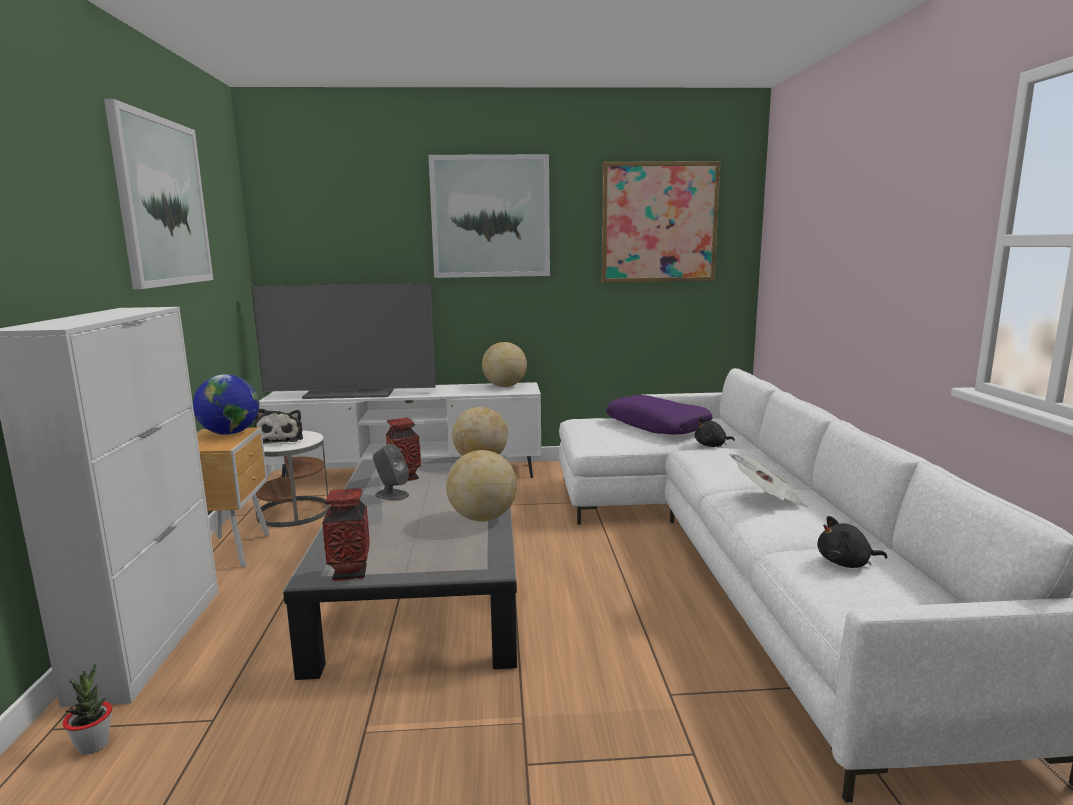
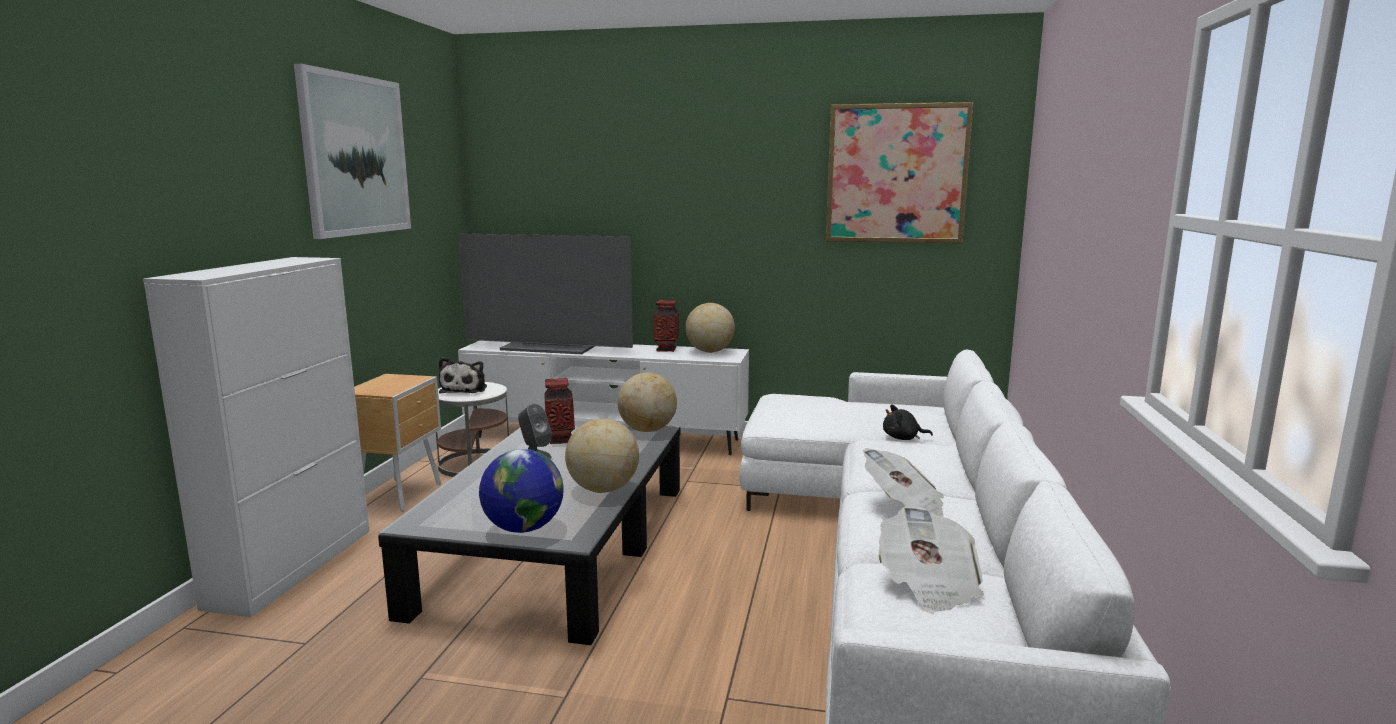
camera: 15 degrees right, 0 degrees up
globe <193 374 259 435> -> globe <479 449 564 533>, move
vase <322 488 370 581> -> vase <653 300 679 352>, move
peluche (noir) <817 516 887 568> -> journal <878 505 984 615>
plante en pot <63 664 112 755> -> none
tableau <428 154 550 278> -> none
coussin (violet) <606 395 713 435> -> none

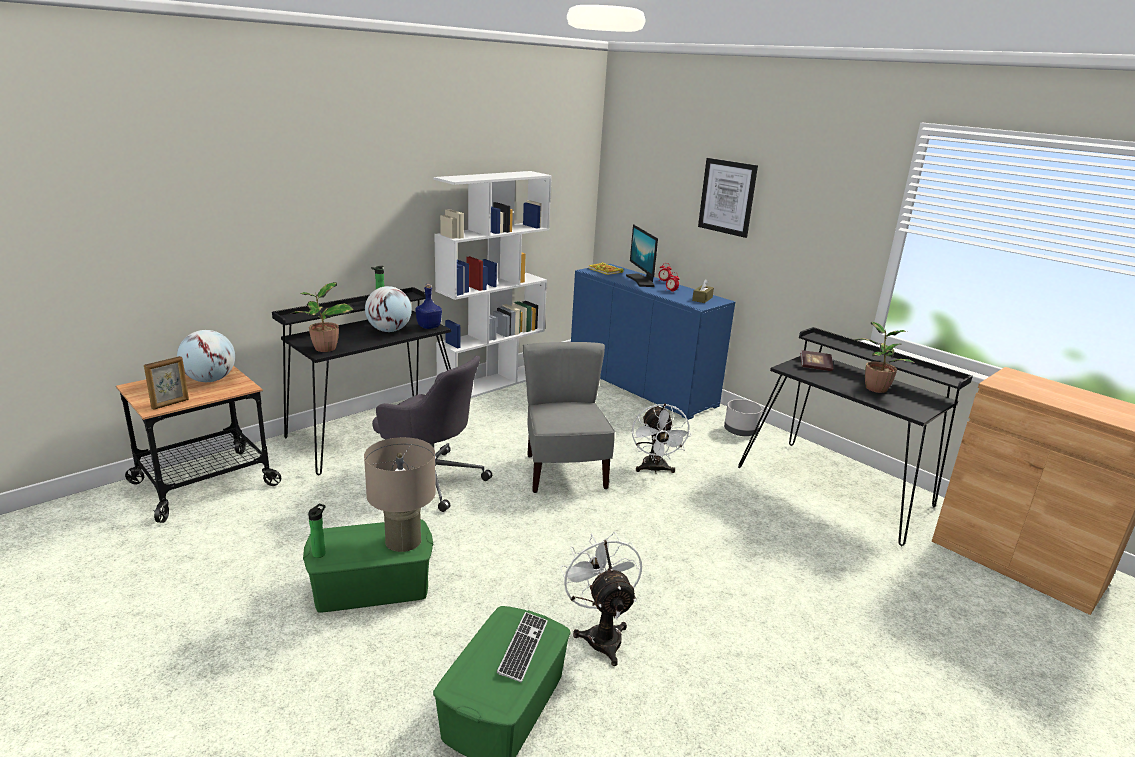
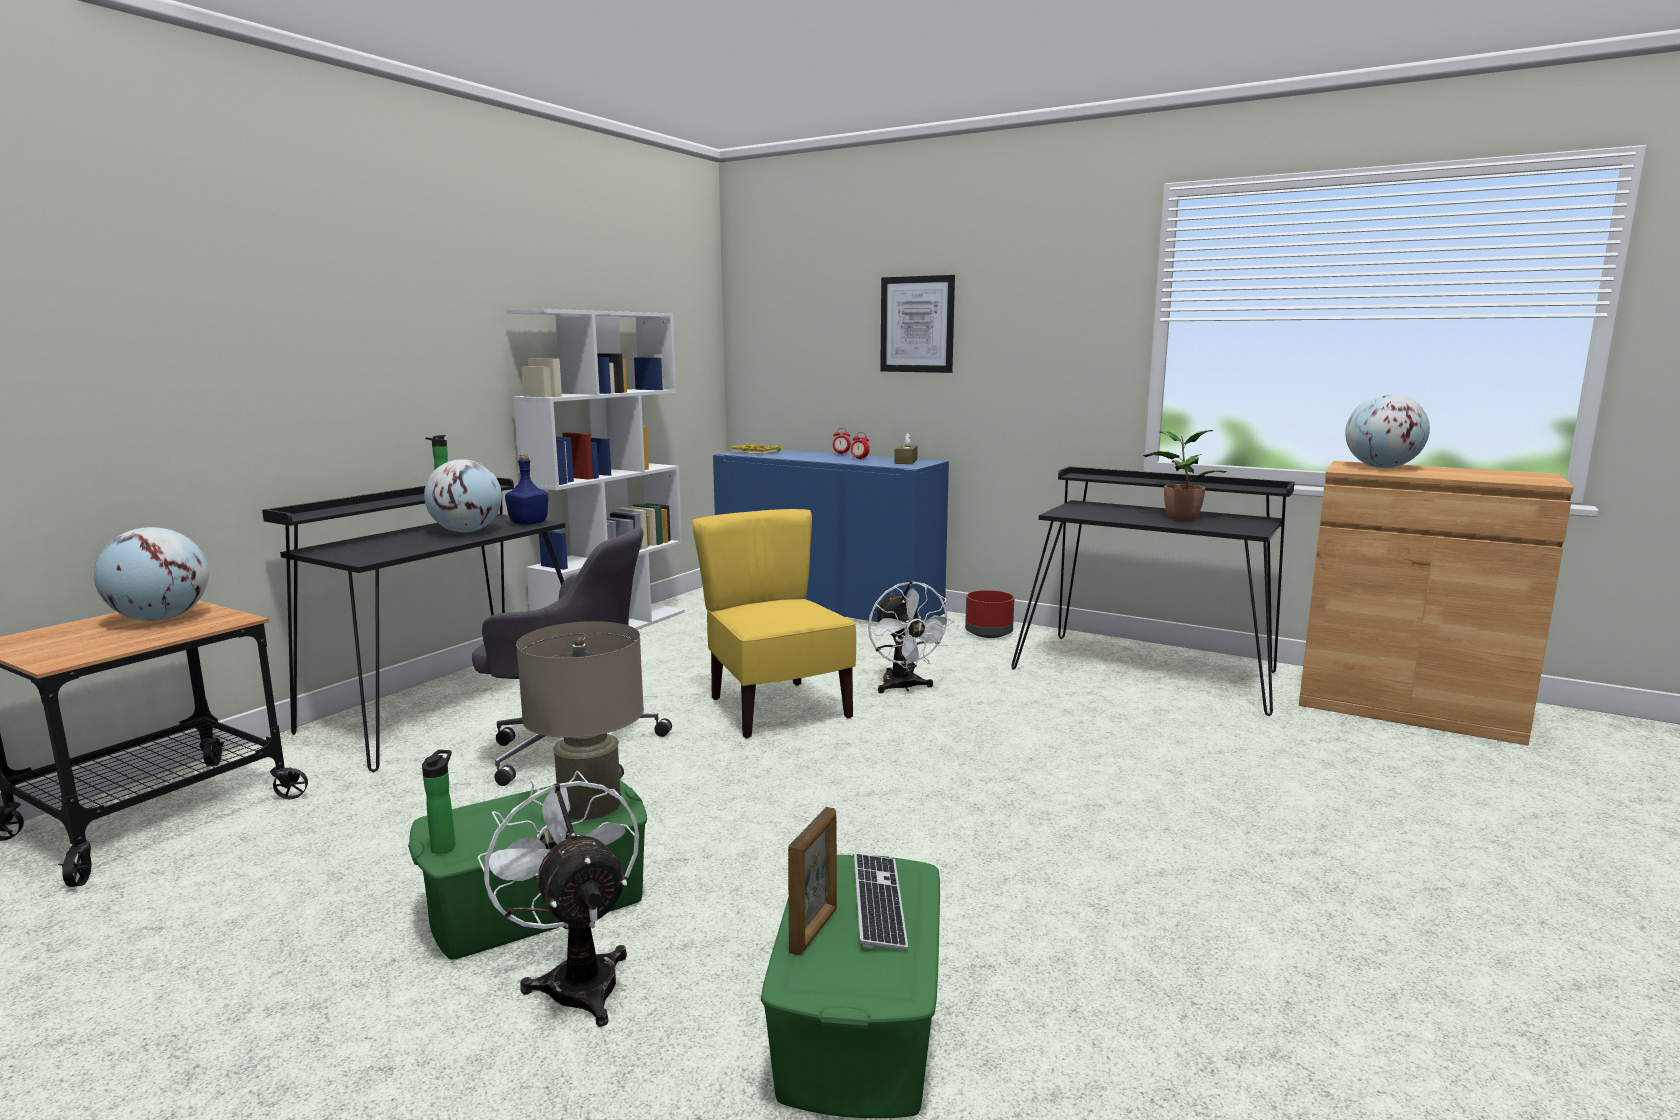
camera: 15 degrees left, 10 degrees down
ventilateur (blanc) <560 532 642 666> -> ventilateur (blanc) <477 771 639 1027>, move
chaise (gris) <523 342 615 493> -> chaise (jaune) <692 509 856 739>
cadre photo <144 356 189 410> -> cadre photo <788 807 837 956>, move
cache-pot (gris) <724 399 762 436> -> cache-pot (rouge) <965 590 1014 638>
none -> globe <1345 394 1430 468>
plante en pot <289 282 354 352> -> none
écran d'ordinateur <626 224 658 287> -> none
livre <800 350 833 371> -> none

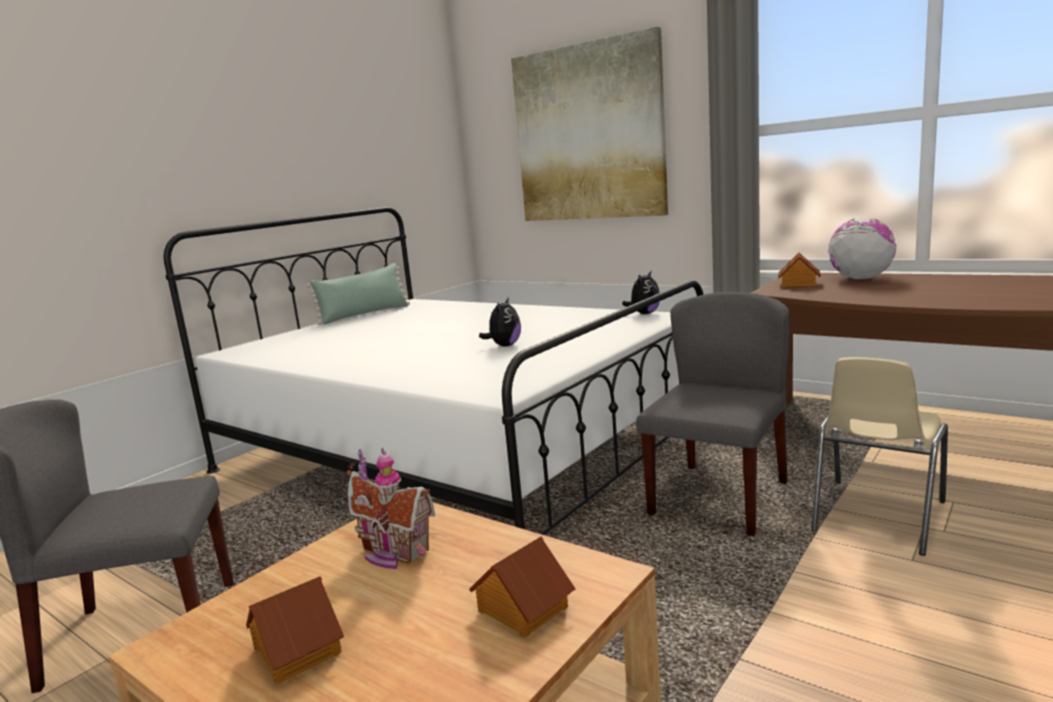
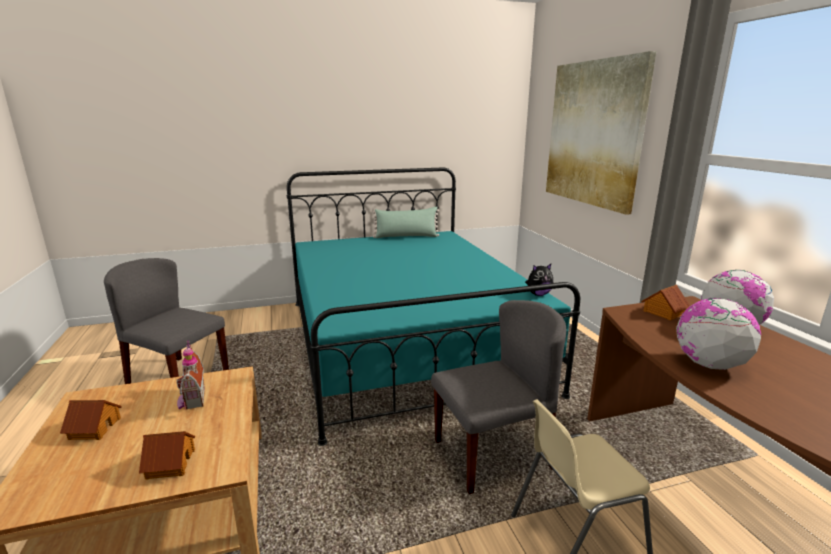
camera: 35 degrees right, 5 degrees up
lit (blanc) <163 207 704 535> -> lit (turquoise) <287 167 580 446>
none -> globe <676 298 761 370>
peluche <479 297 521 347> -> none

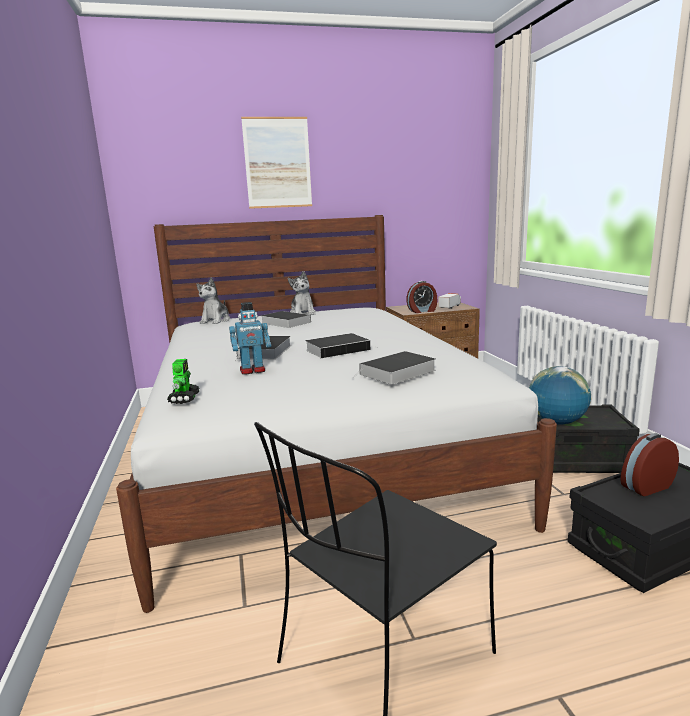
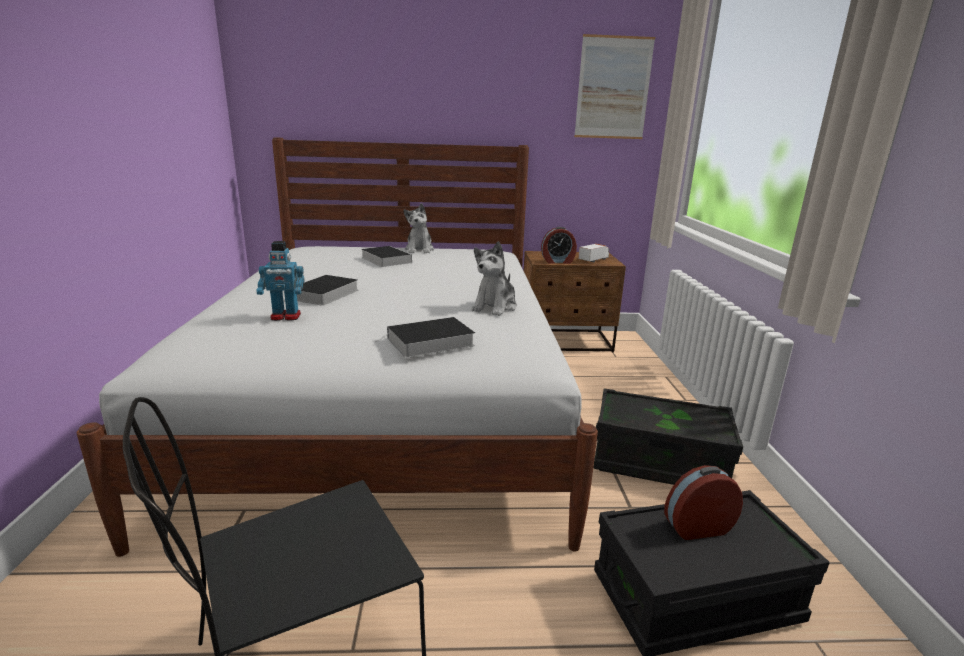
camera: 10 degrees right, 5 degrees up
peluche <196 278 230 324> -> peluche <471 241 517 316>, move
tableau <241 117 312 209> -> tableau <574 34 655 139>, move
robot jouet <167 359 200 404> -> none
livre <305 333 378 358> -> none
globe <529 366 592 425> -> none

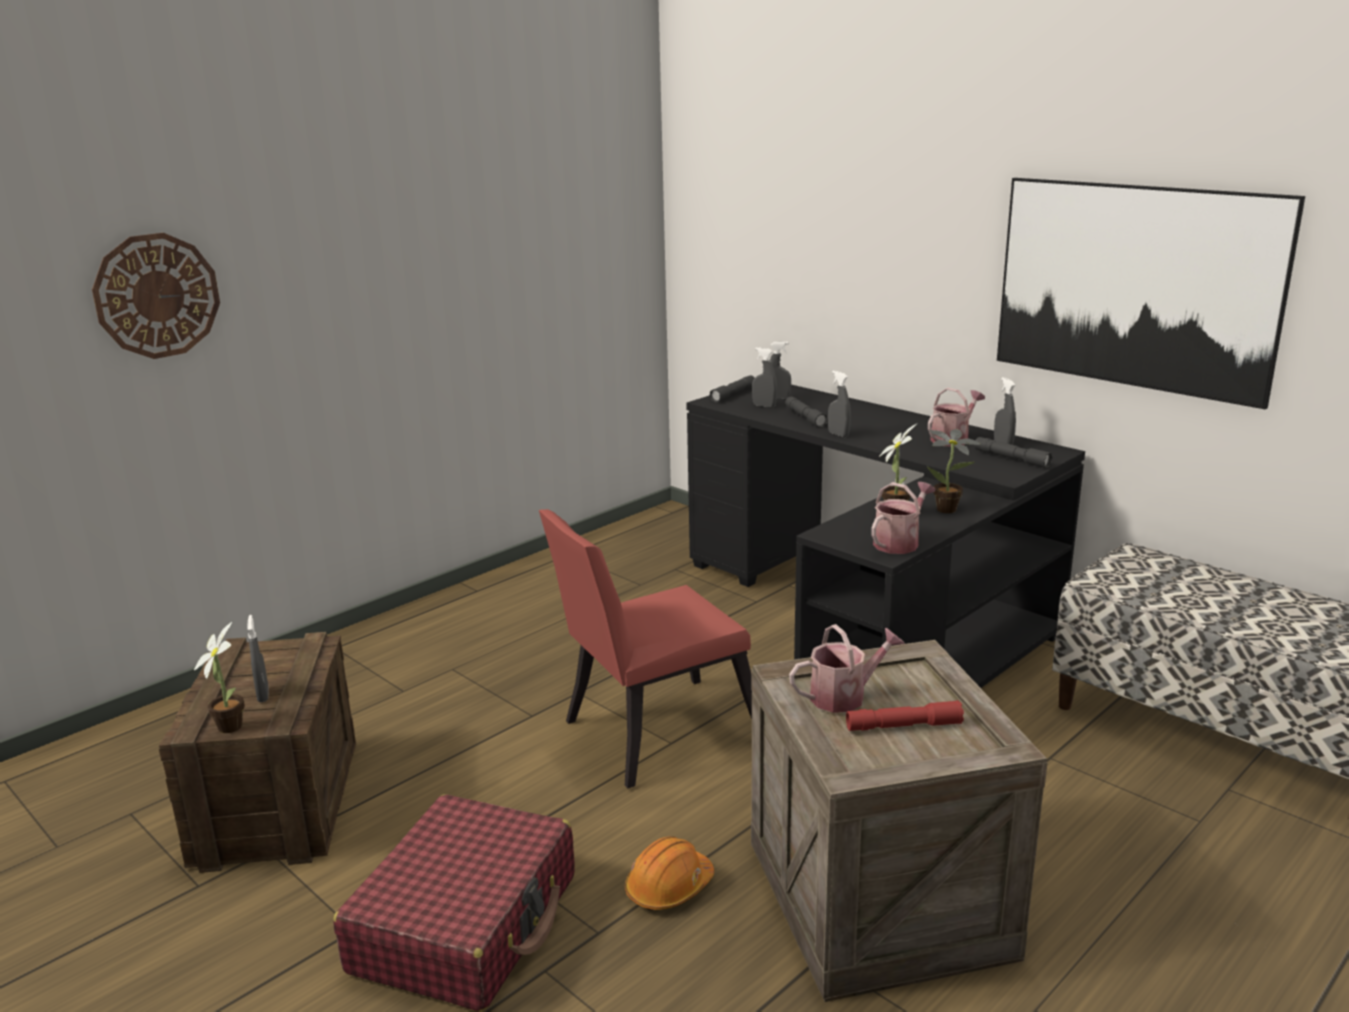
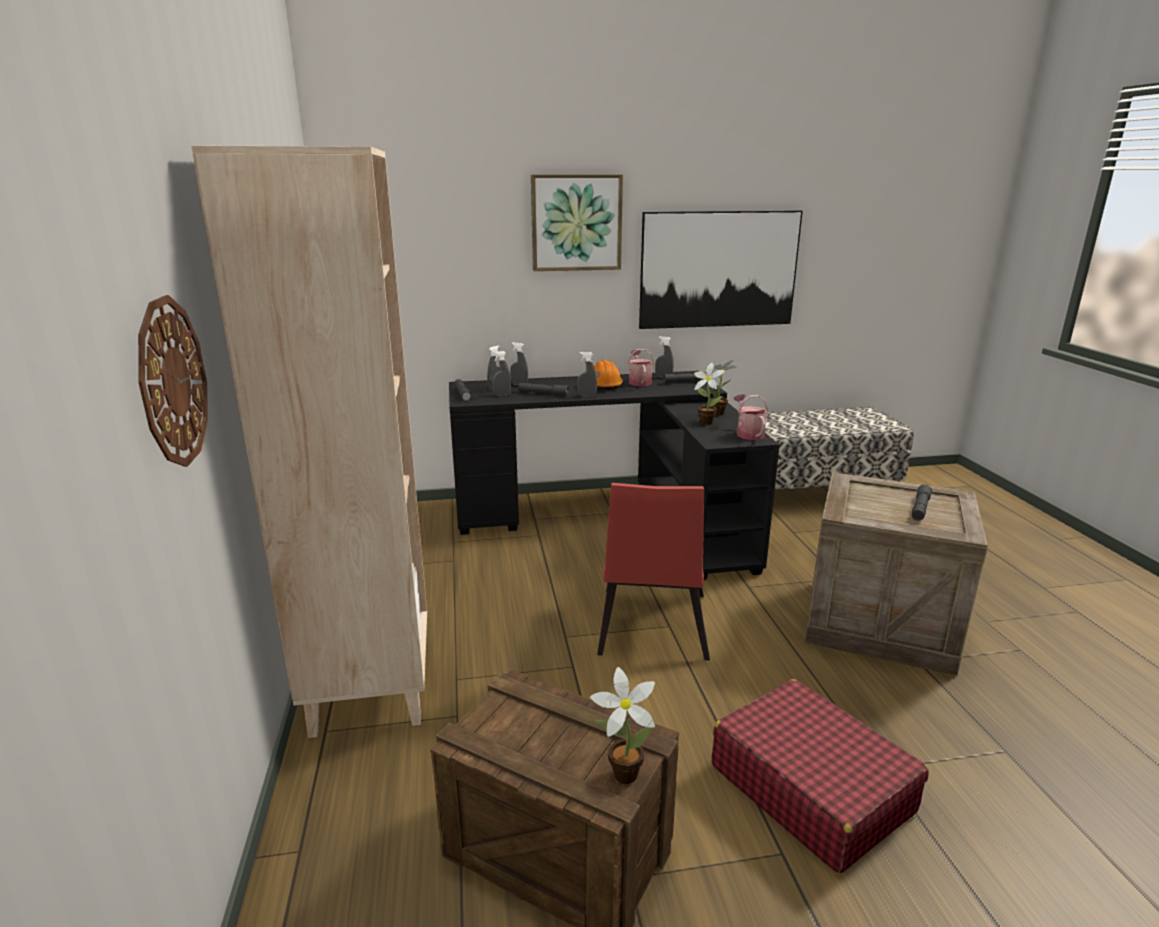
camera: 55 degrees left, 0 degrees up
none -> bibliothèque (beige) <191 145 427 738>
vaporisateur (gris) <247 615 269 703> -> vaporisateur (gris) <510 342 528 385>, move
none -> tableau <531 174 623 271>
casque de chantier (orange) <625 836 714 911> -> casque de chantier (orange) <594 360 623 391>, move
lampe de poche (rouge) <846 700 964 731> -> lampe de poche (gris) <912 485 932 521>
arrosoir <789 624 905 713> -> none

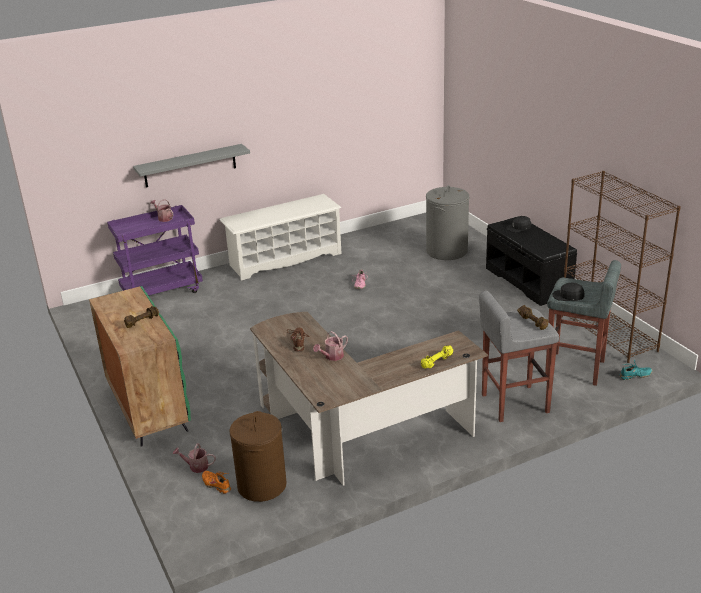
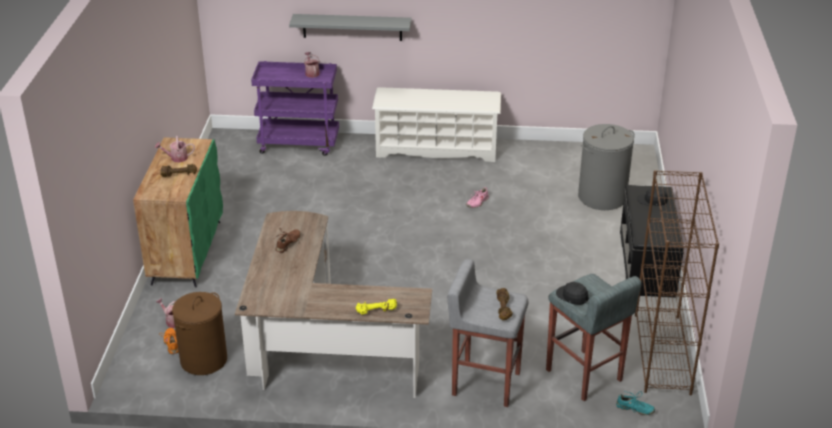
camera: 30 degrees right, 5 degrees up
arrosoir <313 331 348 361> -> arrosoir <155 136 195 162>, move

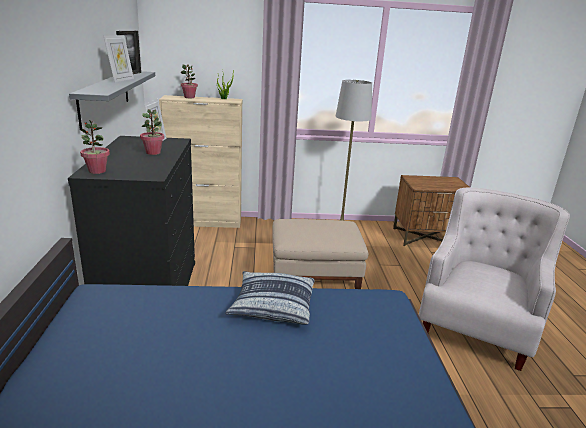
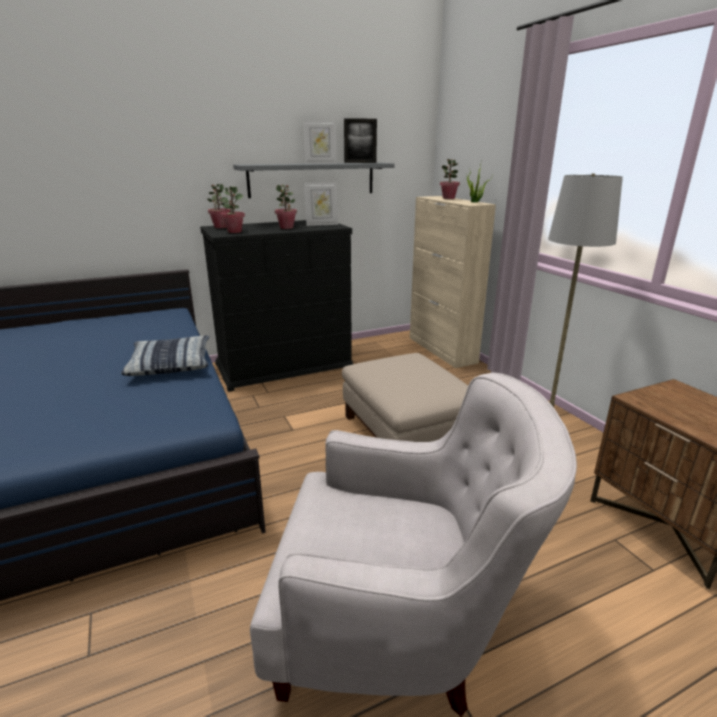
camera: 70 degrees right, 0 degrees up
none -> plante en pot <221 186 245 233>

